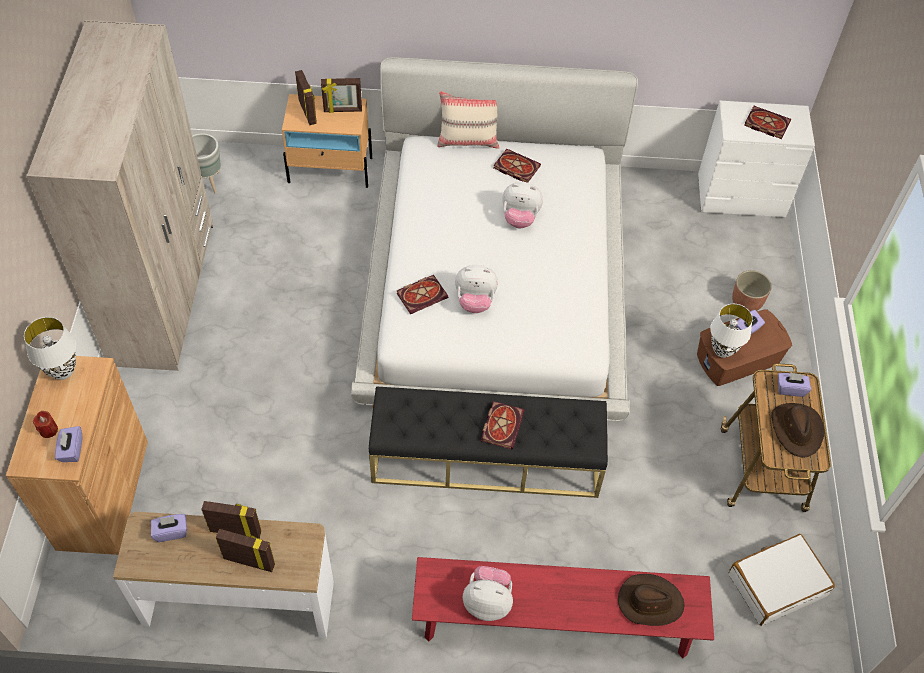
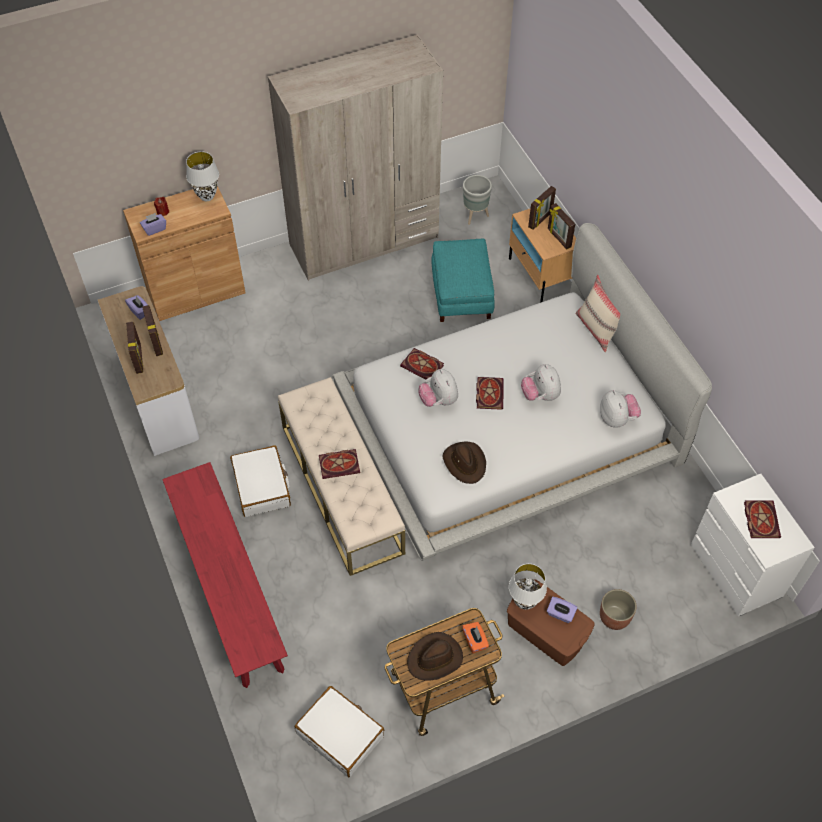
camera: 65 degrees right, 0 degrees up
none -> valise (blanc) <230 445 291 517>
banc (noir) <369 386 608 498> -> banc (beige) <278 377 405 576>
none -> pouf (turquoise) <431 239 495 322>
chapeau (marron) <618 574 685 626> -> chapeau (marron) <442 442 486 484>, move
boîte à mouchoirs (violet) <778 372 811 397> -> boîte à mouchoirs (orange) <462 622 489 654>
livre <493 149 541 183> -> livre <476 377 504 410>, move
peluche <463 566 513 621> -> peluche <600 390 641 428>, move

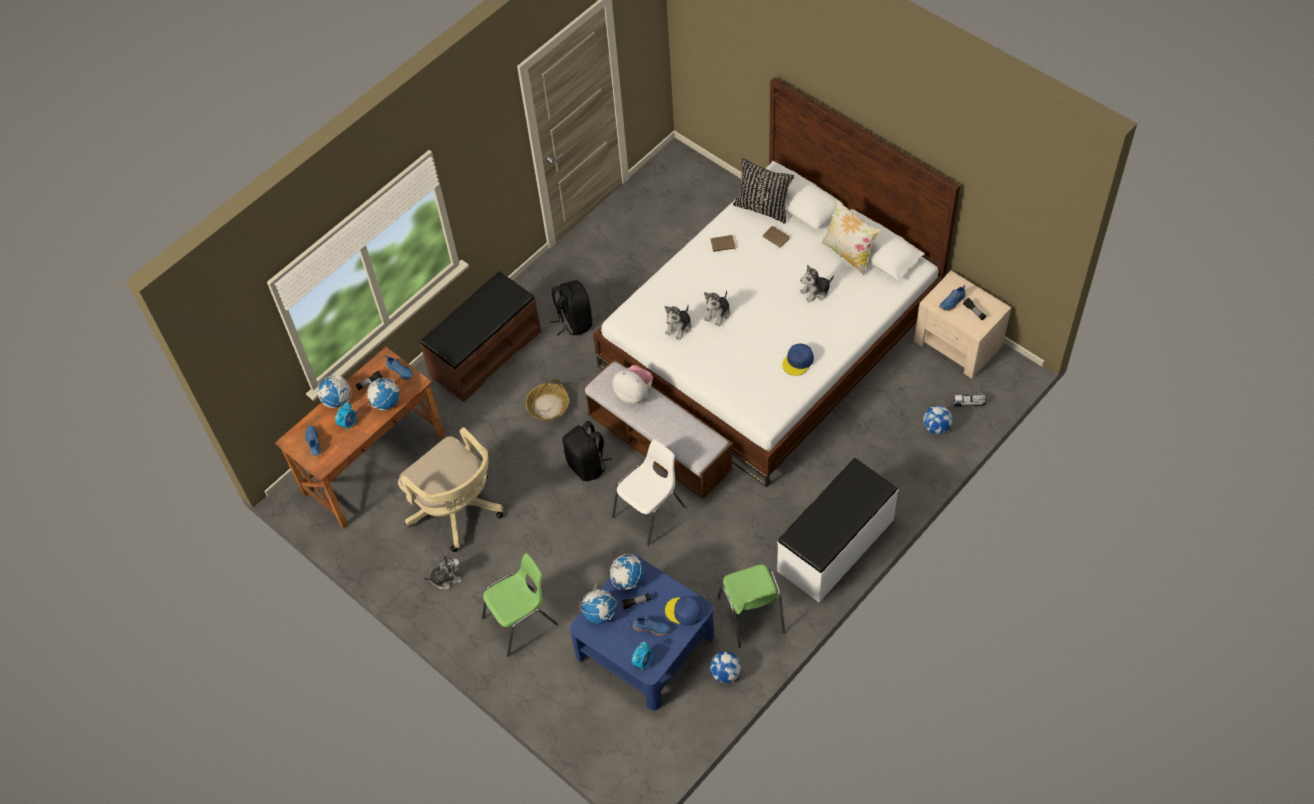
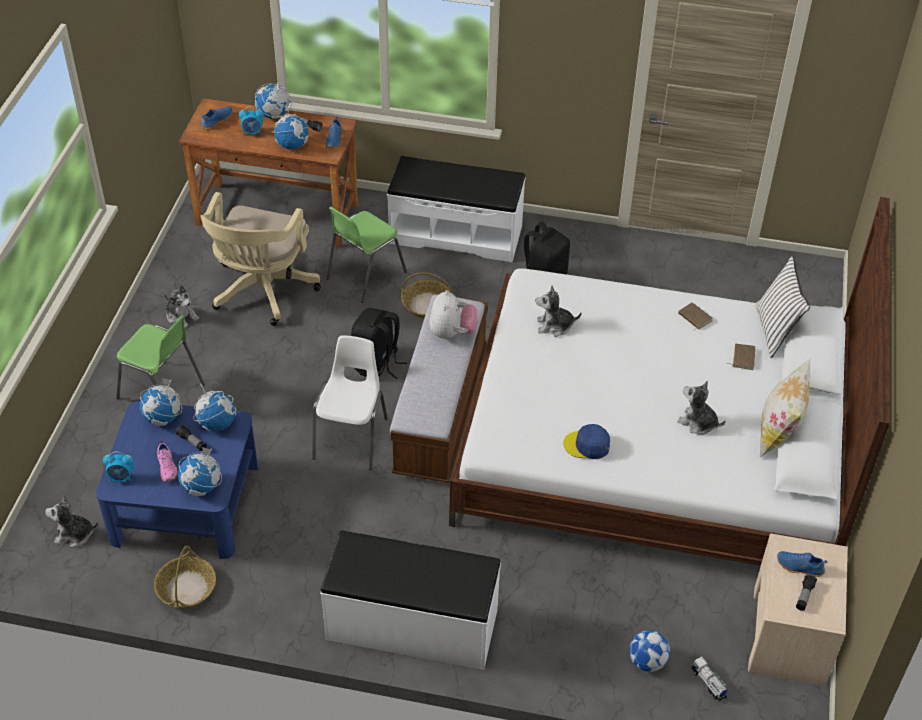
camera: 55 degrees right, 10 degrees down
peluche <704 290 730 326> -> peluche <45 495 98 547>, move
ballon de foot <710 651 741 683> -> panier <154 546 216 608>
chaussure (bleu) <633 618 670 635> -> chaussure (rose) <157 439 178 482>
casquette (bleu) <665 596 703 626> -> globe <178 447 222 496>
chaise (blanc) <612 439 686 546> -> chaise (blanc) <312 336 388 470>, 90 degrees counterclockwise
chaise (vert) <717 564 785 648> -> chaise (vert) <326 207 407 303>, move
banc (marron) <420 271 541 402> -> banc (blanc) <387 156 525 262>
coussin (noir) <733 158 795 224> -> coussin (blanc) <756 256 810 358>

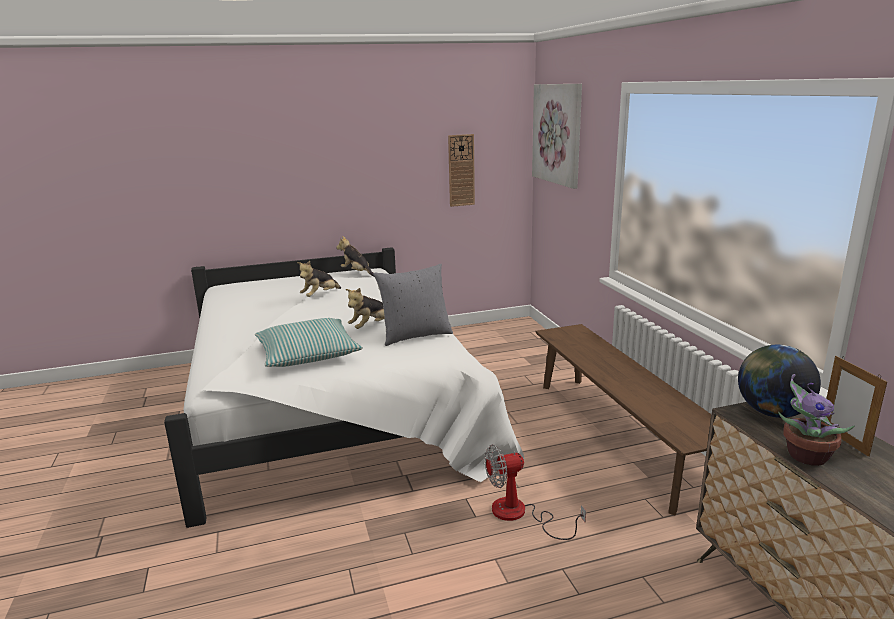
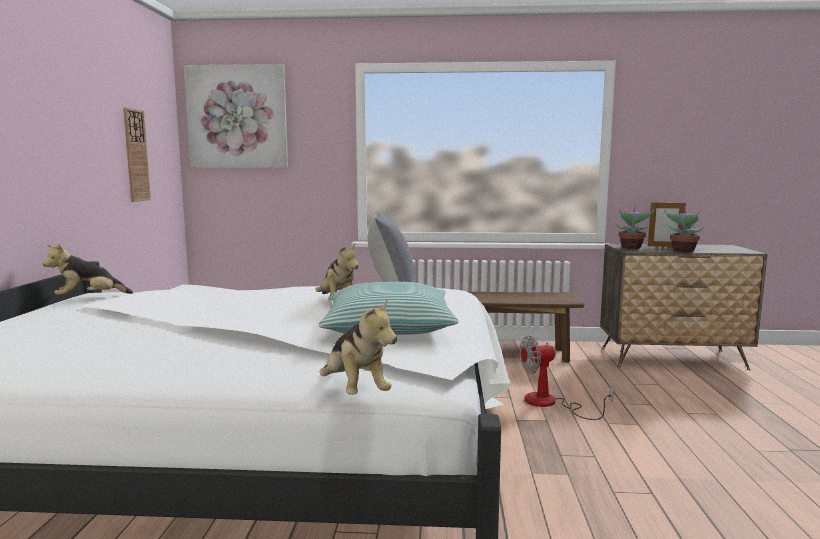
camera: 70 degrees left, 10 degrees down
peluche <297 261 341 297> -> peluche <320 299 397 395>, move
ventilateur <484 445 586 540> -> ventilateur <519 336 614 420>, 75 degrees clockwise
globe <738 345 821 418> -> plante en pot <616 205 654 249>

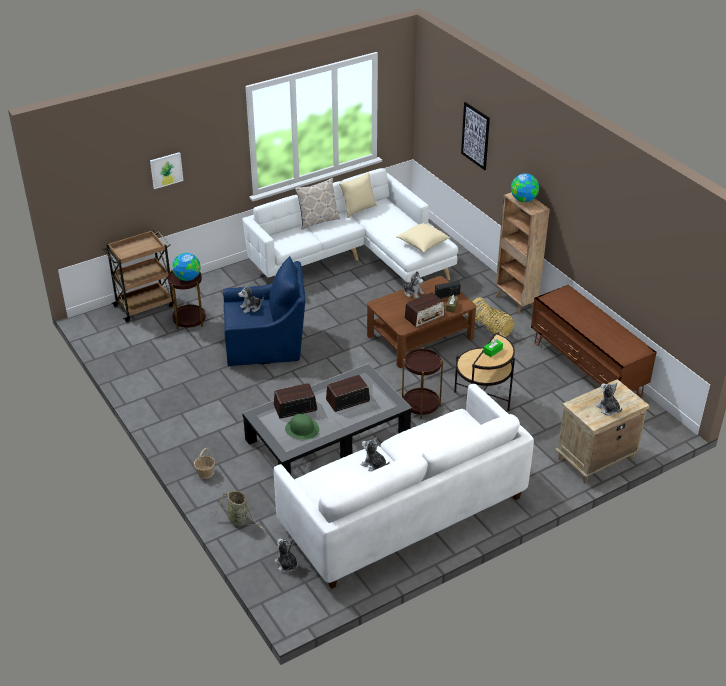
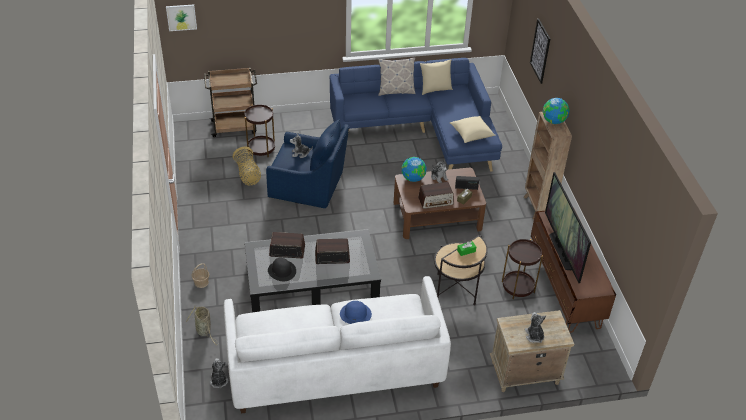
camera: 20 degrees right, 5 degrees up
tableau <150 152 183 189> -> tableau <166 4 197 31>, move
panier <467 297 514 337> -> panier <233 146 261 186>, move
chapeau (vert) <285 414 319 440> -> chapeau (noir) <268 258 296 281>
canapé (blanc) <242 168 458 282> -> canapé (bleu) <330 58 502 172>
none -> chapeau (bleu) <340 301 372 324>
globe <172 253 201 281> -> globe <402 157 427 182>, move
table d'appoint (marron) <402 347 443 419> -> table d'appoint (marron) <502 239 543 299>, move
none -> téléviseur <545 172 591 283>
peluche <361 437 389 472> -> none

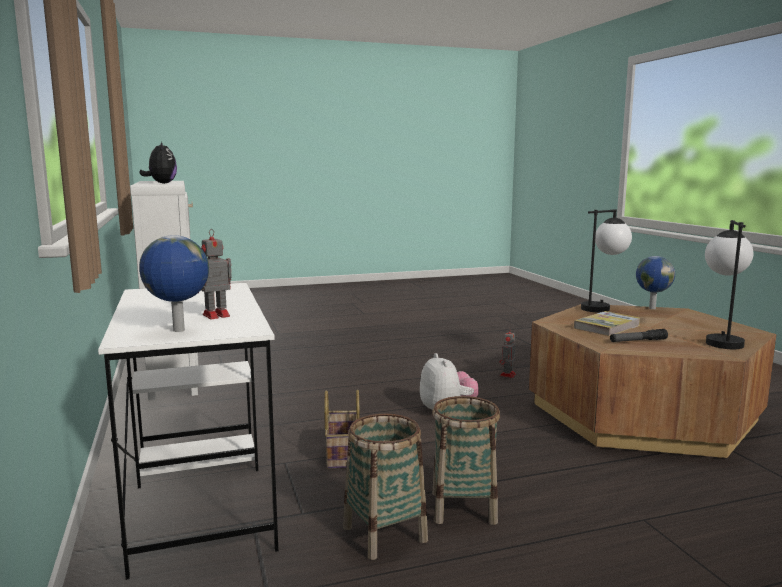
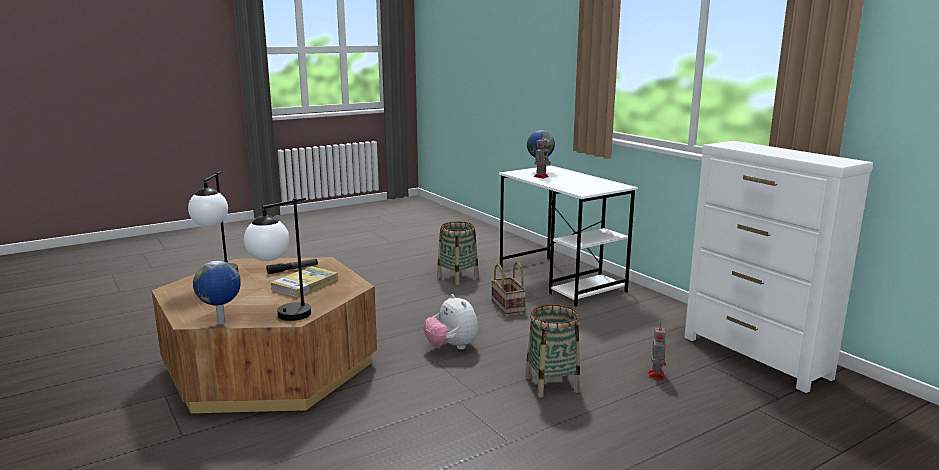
camera: 165 degrees right, 5 degrees up
panier <432 396 500 525> -> panier <525 304 580 398>, move
robot jouet <500 328 516 378> -> robot jouet <648 324 666 379>, move
peluche <139 142 177 184> -> none

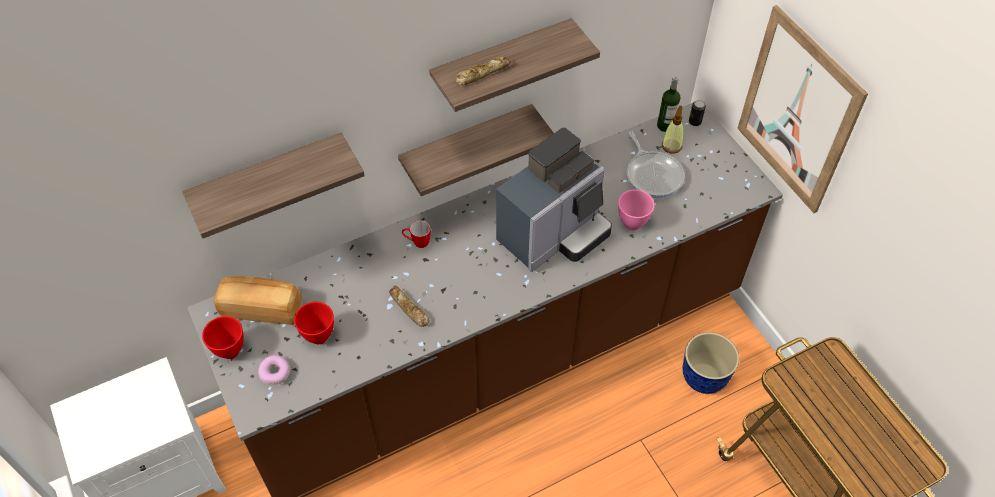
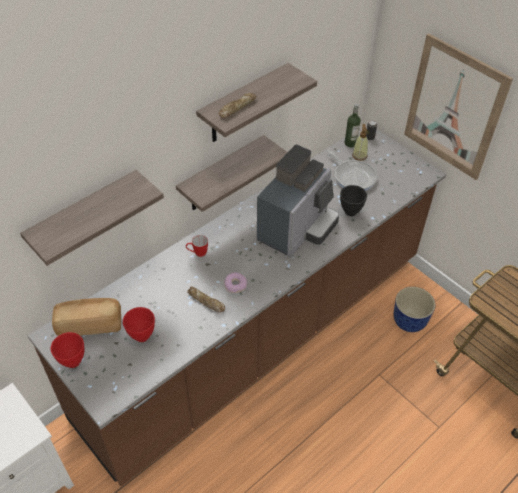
camera: 15 degrees left, 5 degrees down
beignet <258 355 290 385> -> beignet <224 273 247 293>, move
bol (rose) <618 190 655 230> -> bol (noir) <340 185 367 216>

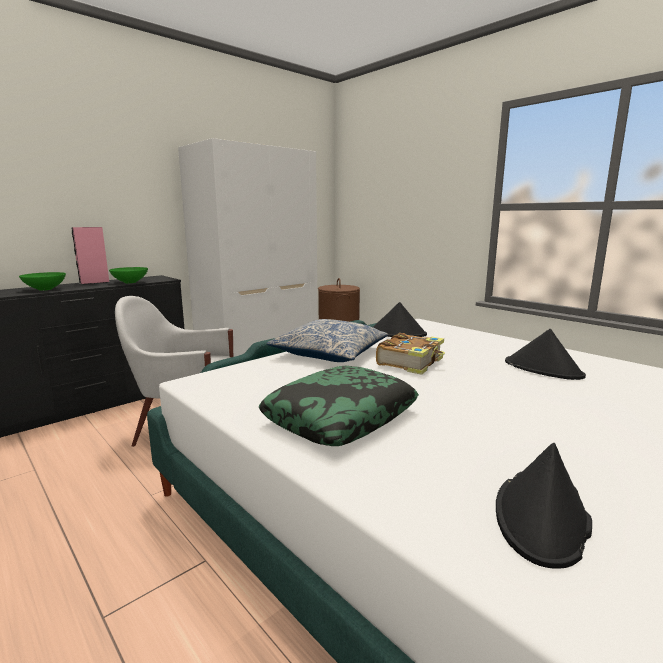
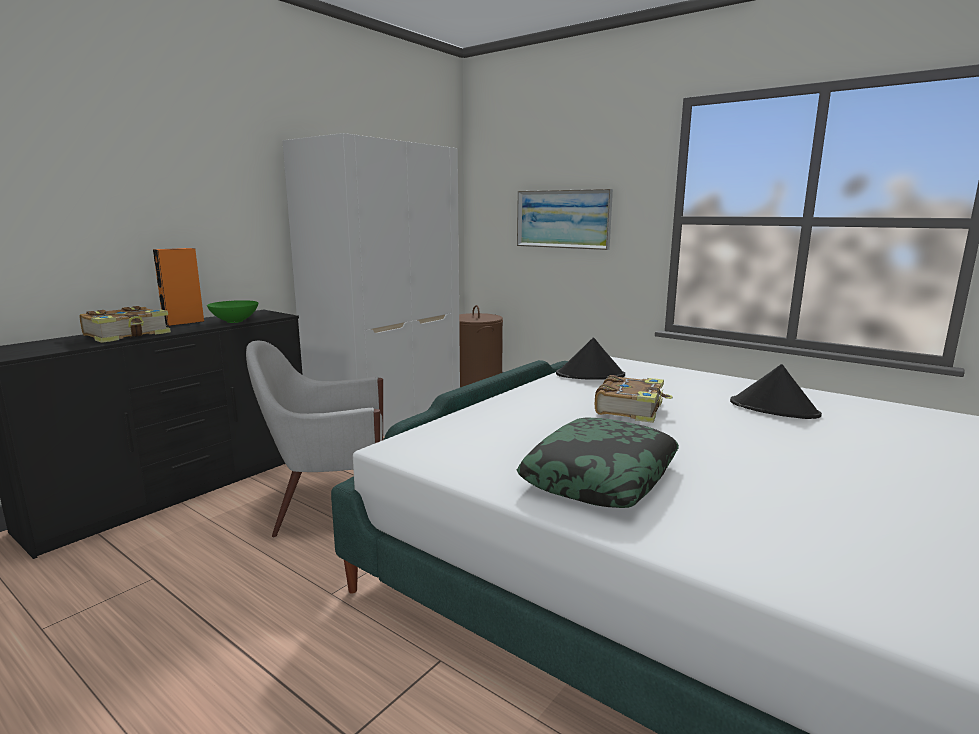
camera: 10 degrees left, 0 degrees up
bol (vert) <19 272 66 291> -> livre <80 306 171 343>
enceinte (rose) <71 227 109 284> -> enceinte (orange) <153 248 205 326>
none -> tableau <517 189 613 250>
coussin <266 319 388 362> -> none
chapeau (noir) <496 443 592 569> -> none

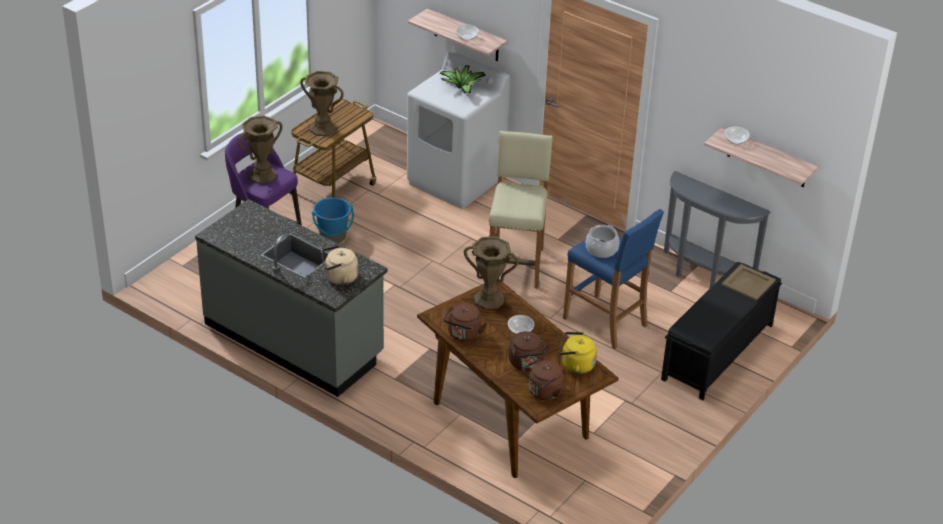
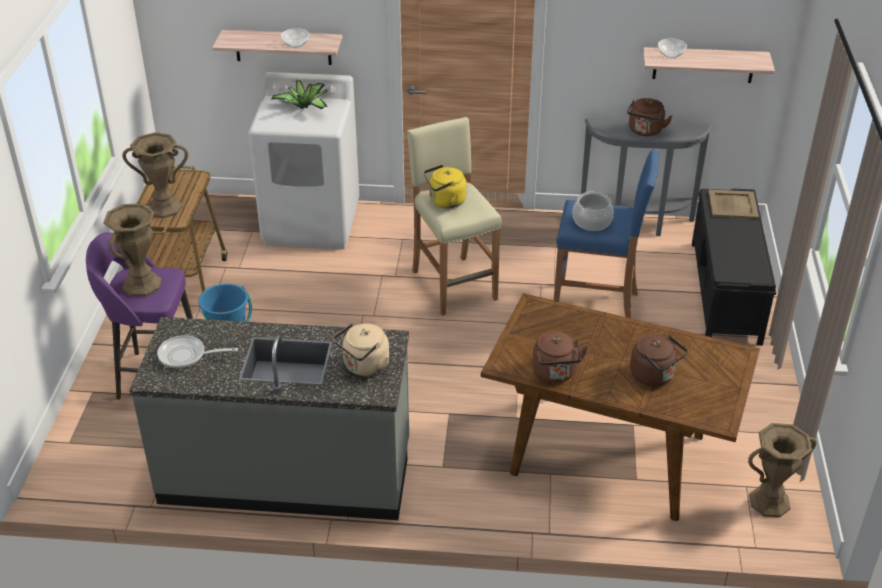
camera: 30 degrees left, 0 degrees up
none -> poêle <157 335 238 368>
bouilloire (jaune) <559 332 597 374> -> bouilloire (jaune) <424 164 467 209>, move
bouilloire (marron) <522 359 564 400> -> bouilloire (marron) <627 98 672 136>, move
vase (marron) <464 236 519 310> -> vase (marron) <748 423 816 517>, move
bol <508 315 534 334> -> none

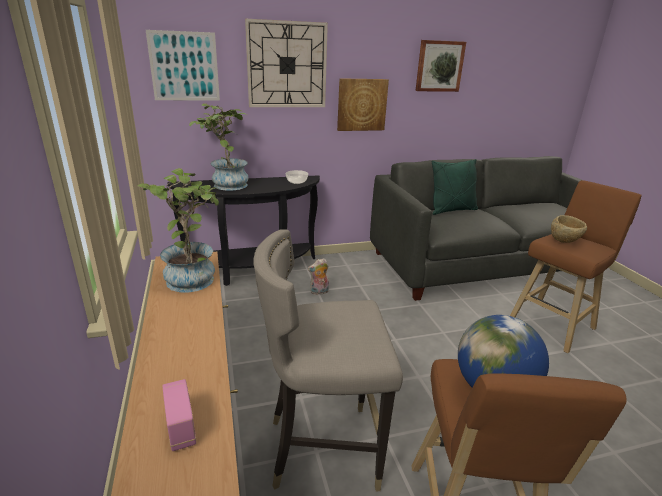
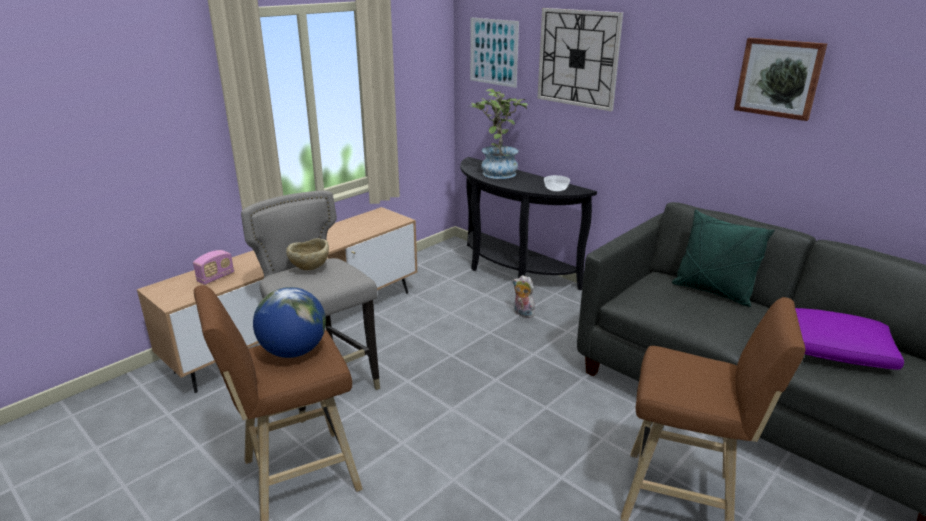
camera: 60 degrees right, 0 degrees up
bol (beige) <551 215 587 243> -> bol (beige) <286 238 329 270>, move
none -> coussin (violet) <795 308 904 370>
plante en pot <137 168 219 293> -> none
tableau <337 78 389 131> -> none

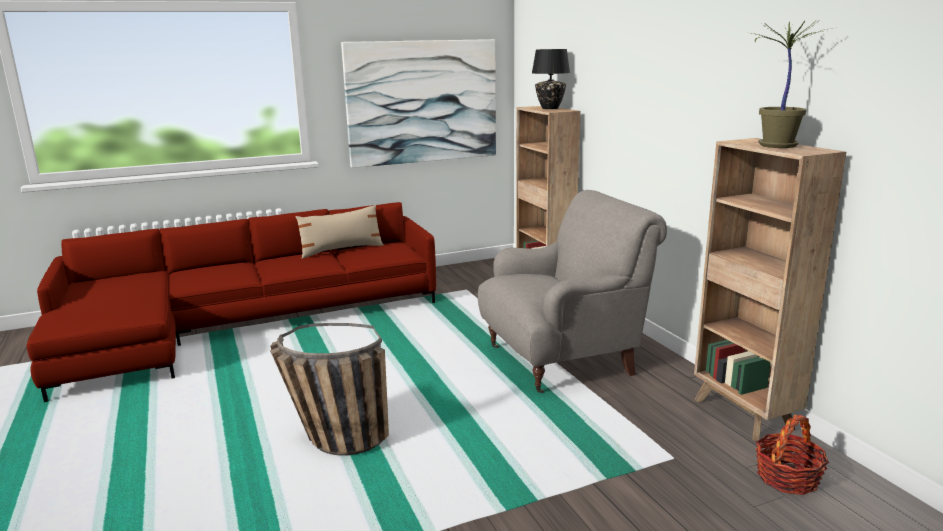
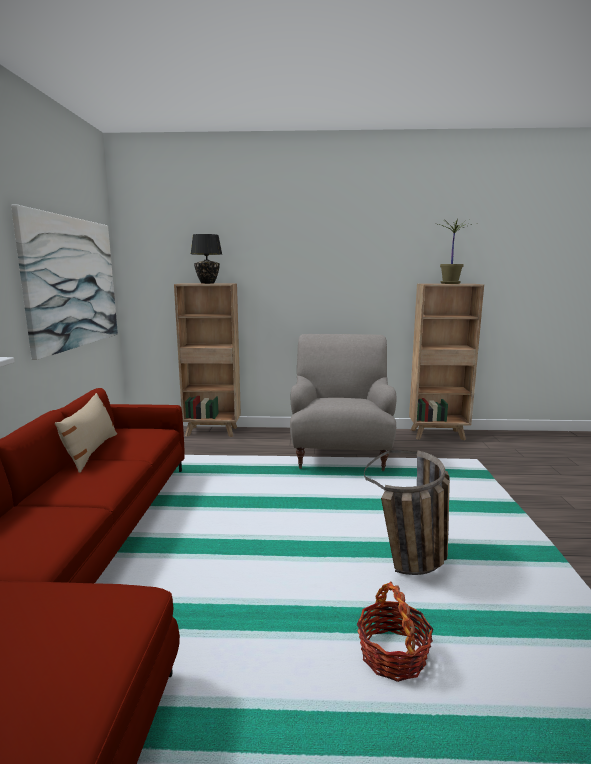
camera: 65 degrees left, 5 degrees down
panier <756 415 829 495> -> panier <357 582 433 682>, move

